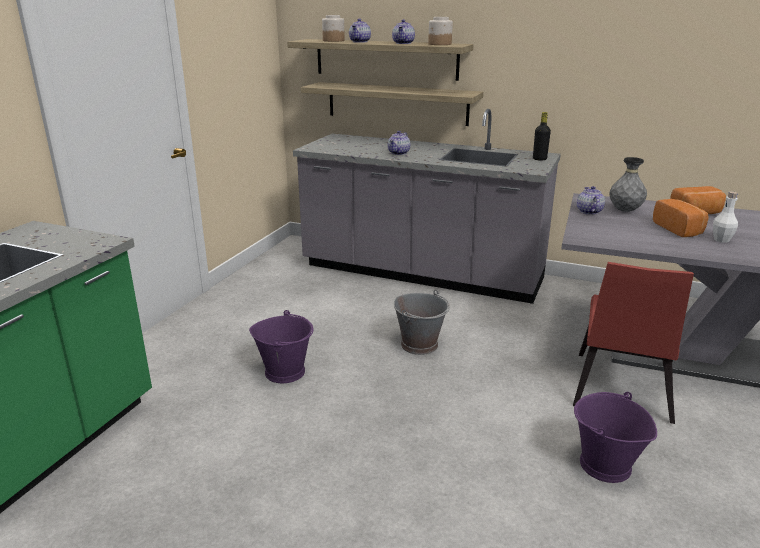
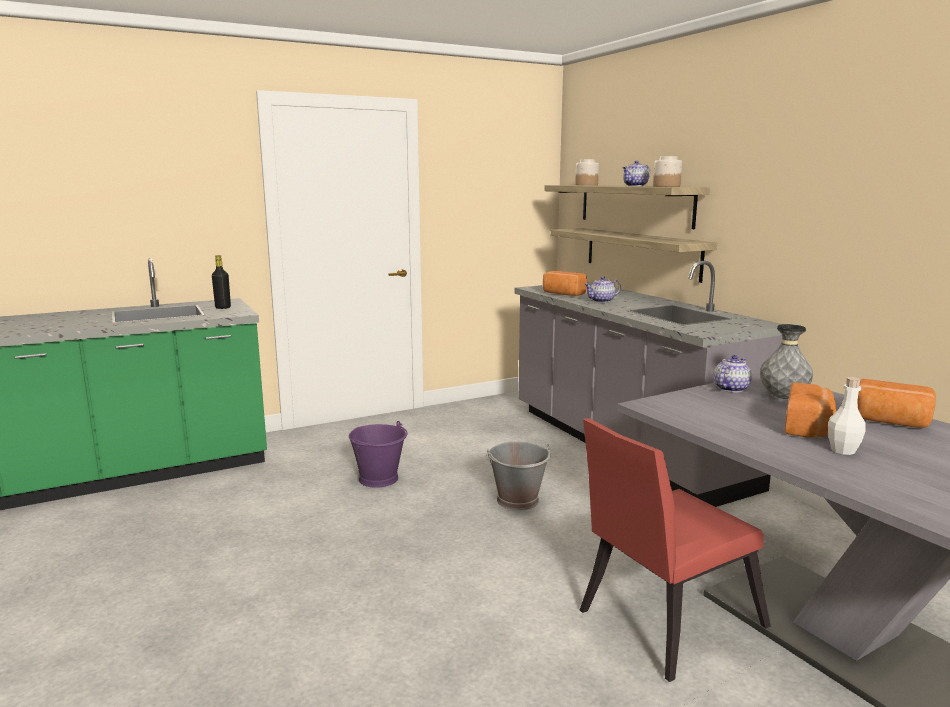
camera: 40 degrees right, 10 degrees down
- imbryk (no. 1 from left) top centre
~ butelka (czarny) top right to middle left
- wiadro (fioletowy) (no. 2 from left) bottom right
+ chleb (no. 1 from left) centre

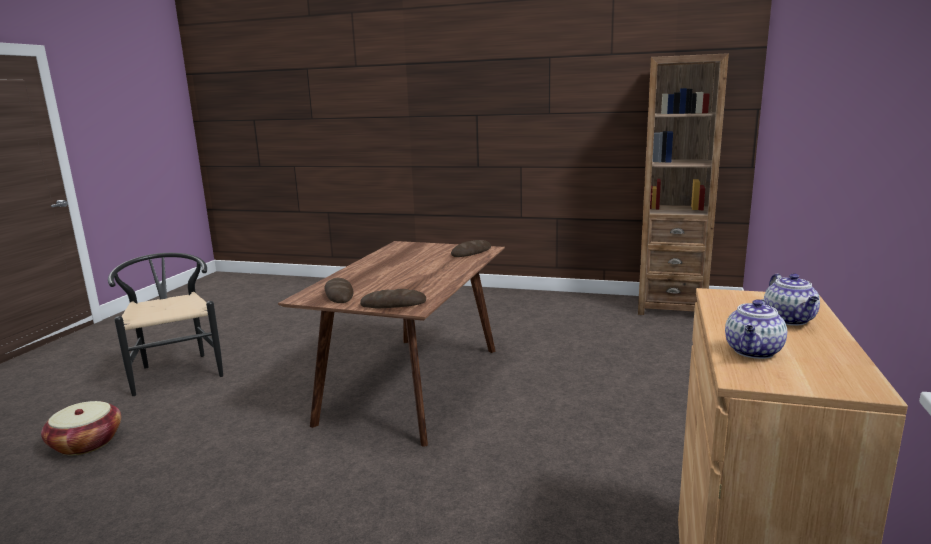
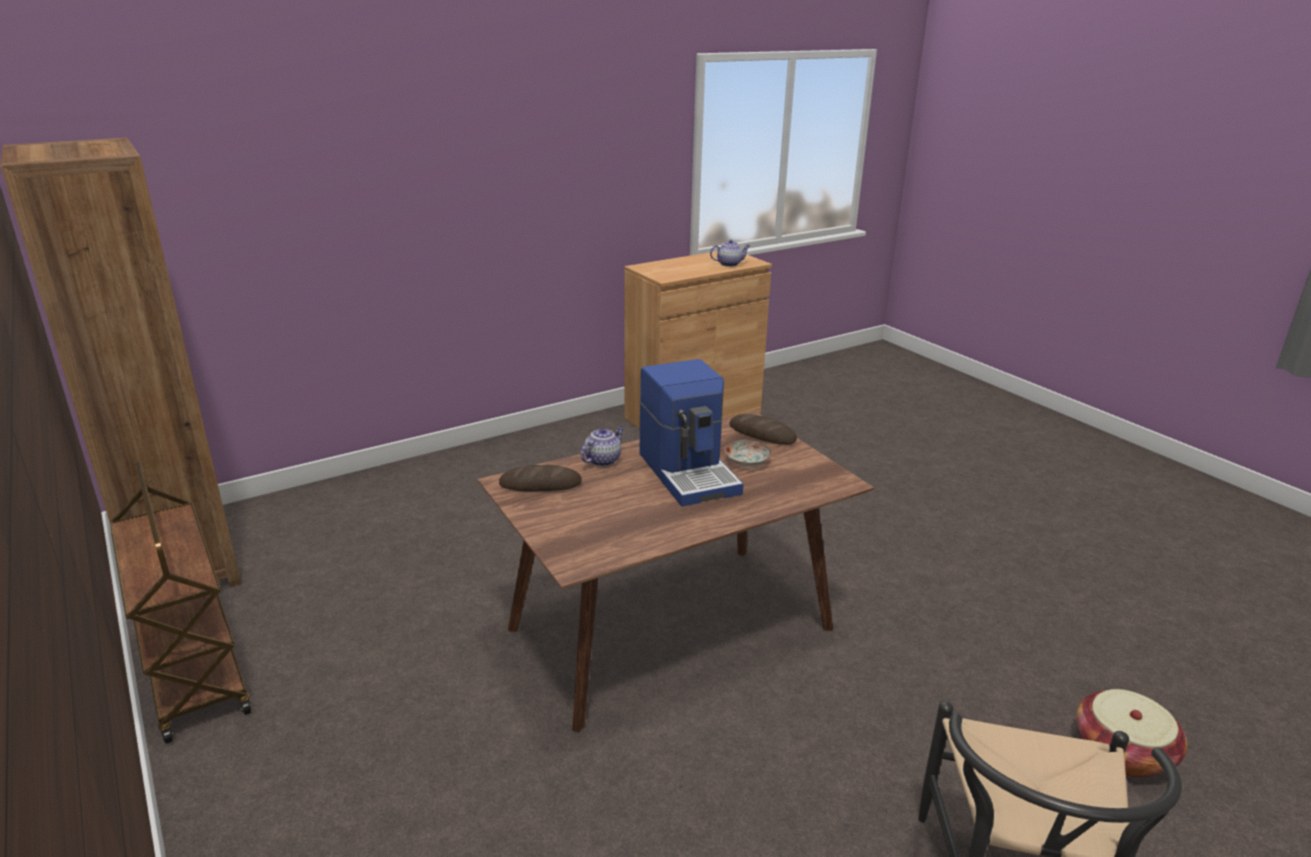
camera: 140 degrees left, 10 degrees up
- chleb (no. 1 from left) centre
~ imbryk (no. 2 from left in the first image) middle right to imbryk (no. 1 from left) centre
+ wózek (brązowy) bottom left
+ ekspres do kawy centre
+ talerz centre

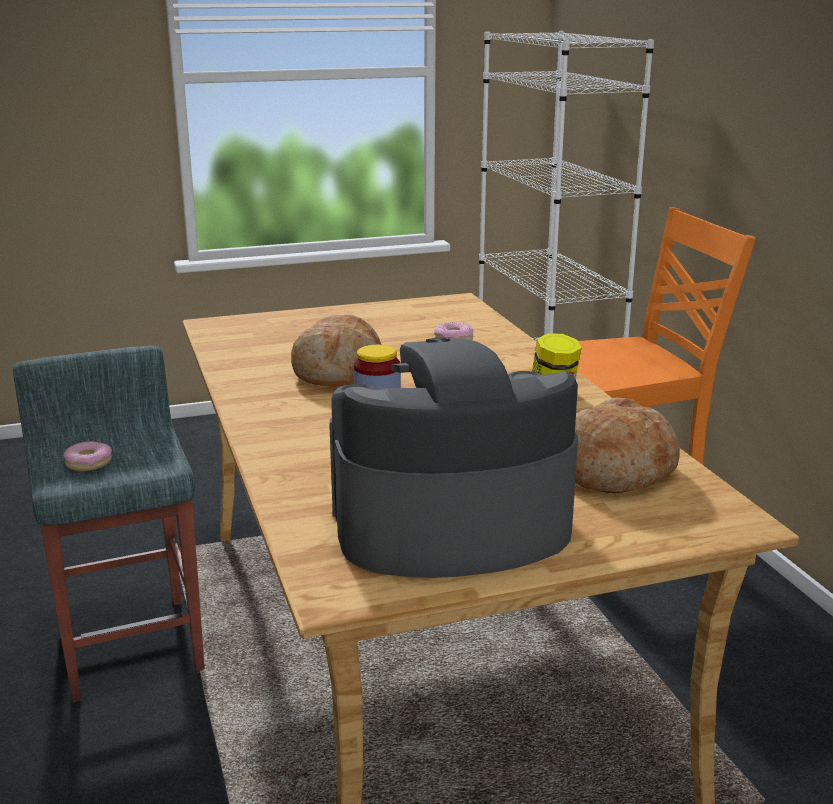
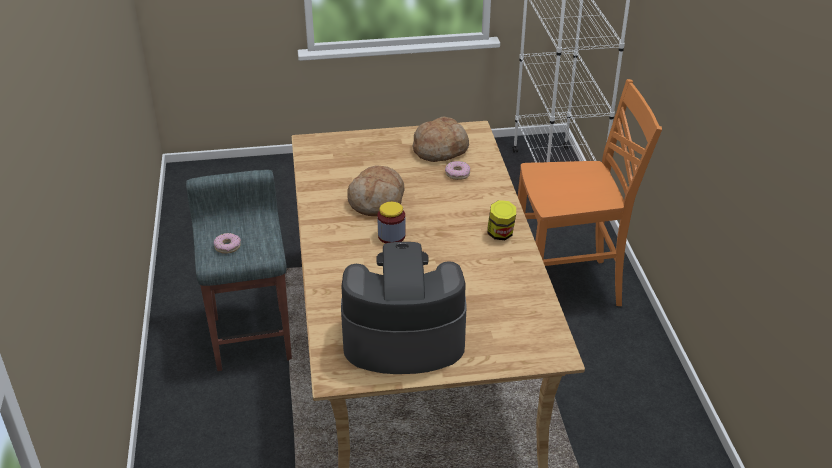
camera: 10 degrees right, 15 degrees up
~ chleb (no. 2 from left) middle right to top centre

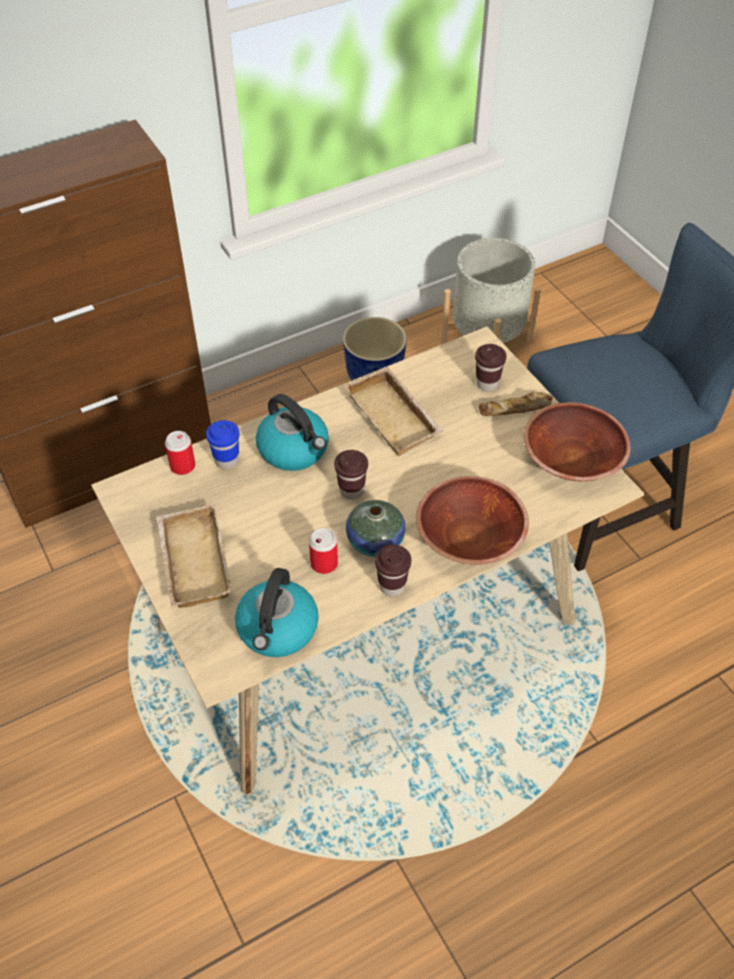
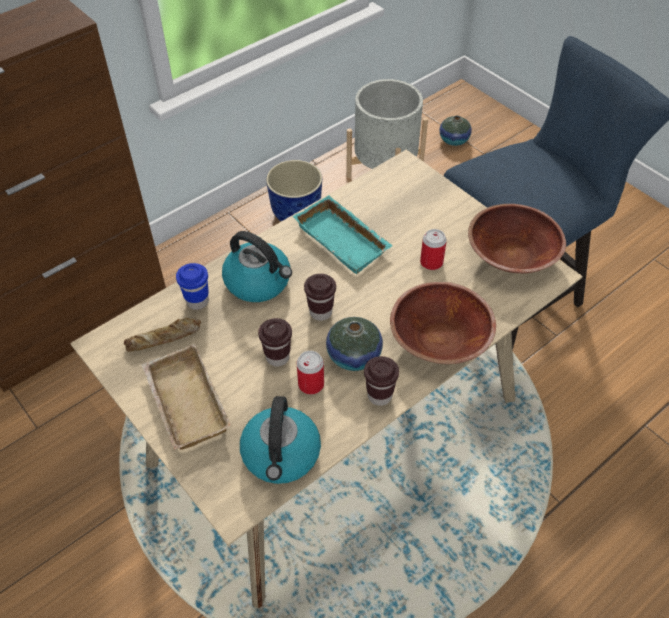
camera: 10 degrees left, 0 degrees up
~ puszka (no. 1 from left in the first image) middle left to puszka (no. 2 from left) centre
~ taca (beżowy) (no. 2 from left) centre to taca (turkusowy) centre
~ filiżanka (brązowy) (no. 3 from left in the first image) middle right to filiżanka (brązowy) (no. 1 from left) centre
~ chleb middle right to middle left
+ wazon (no. 2 from left) top right

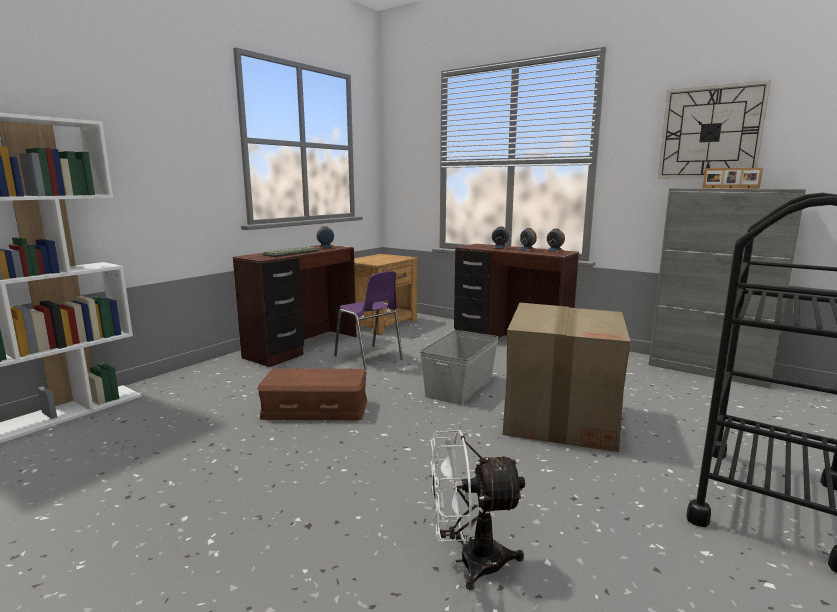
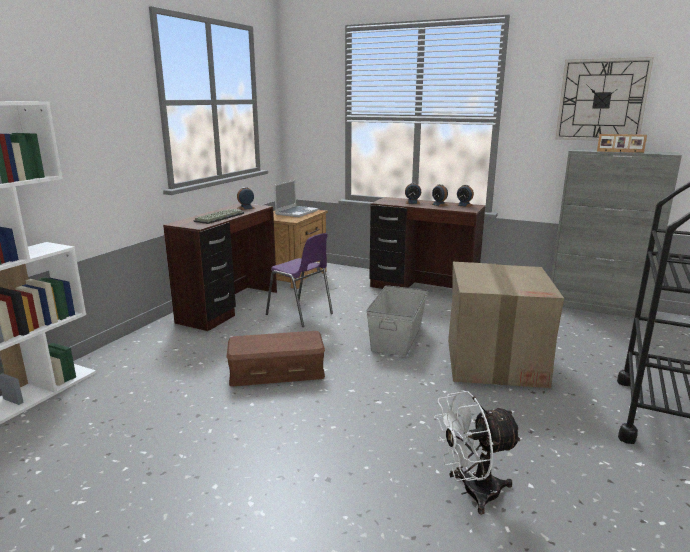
camera: 10 degrees left, 5 degrees up
+ laptop centre

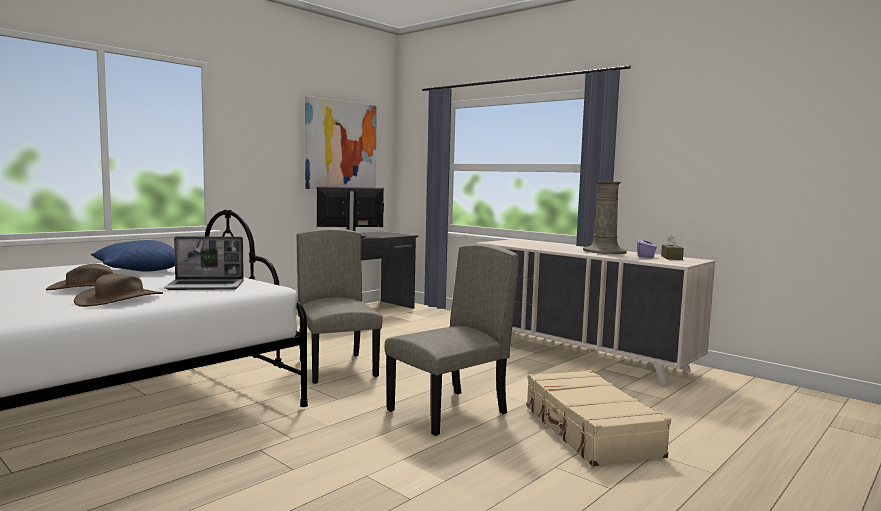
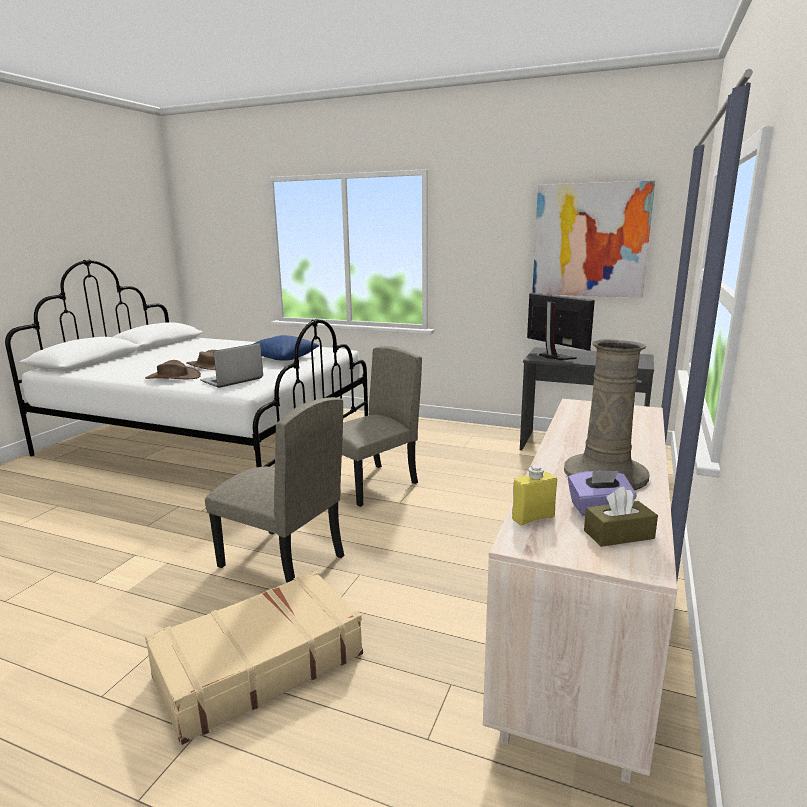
camera: 70 degrees right, 10 degrees up
~ laptop middle left = middle left 75 degrees clockwise
+ butelka (żółty) centre

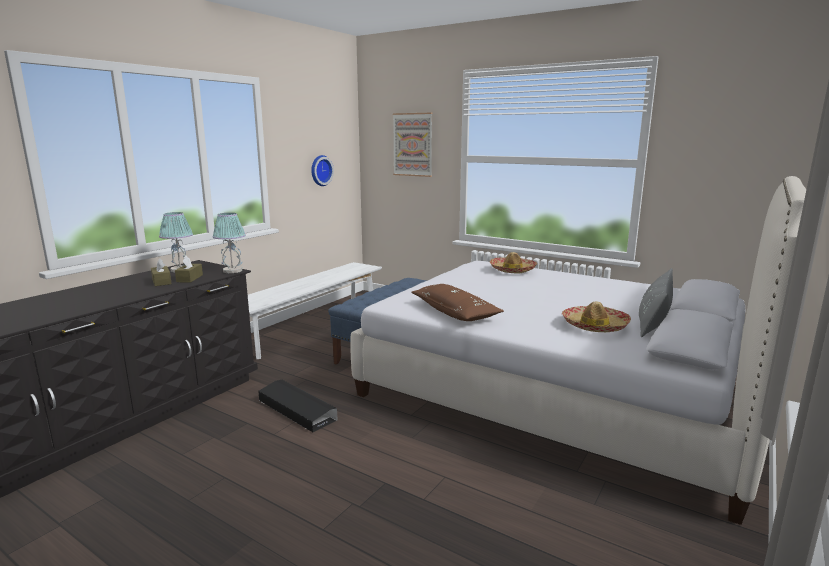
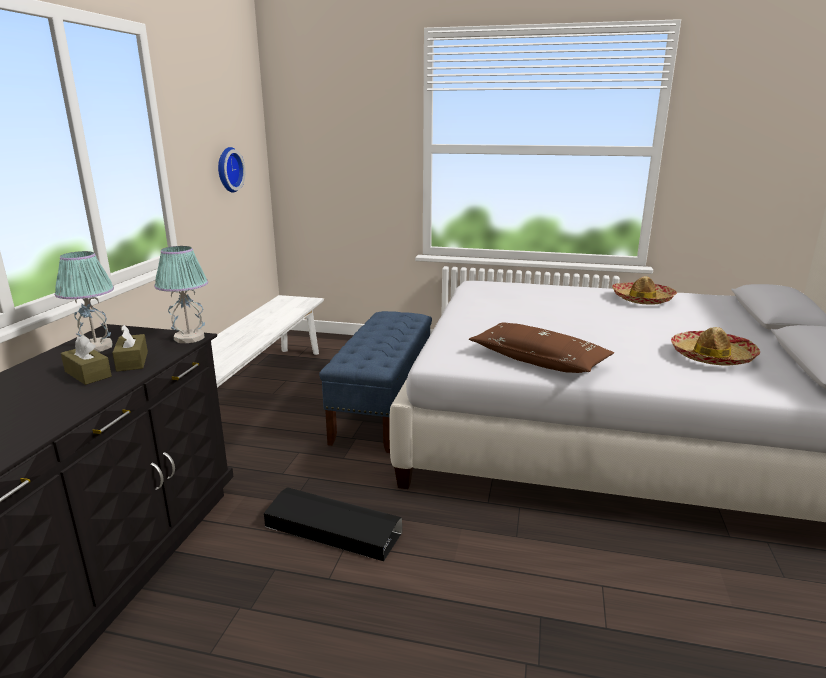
camera: 20 degrees left, 5 degrees up
- obraz top centre
~ kapelusz (no. 1 from left) centre to middle right
- poduszka (szary) middle right

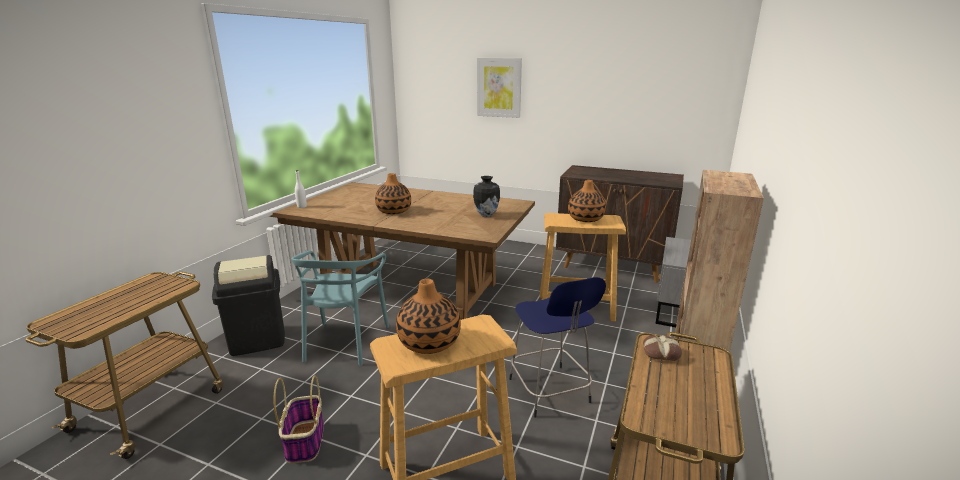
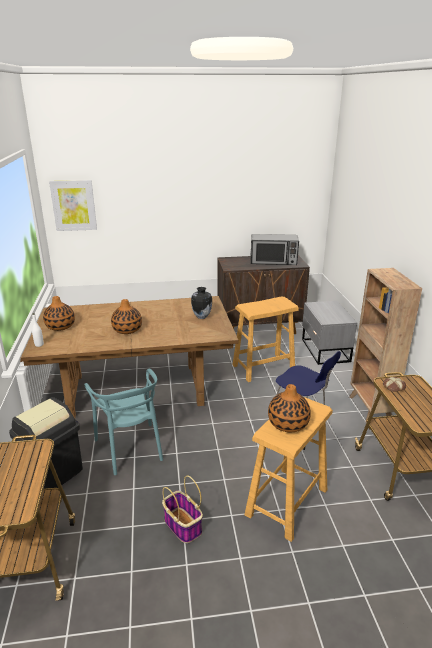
camera: 30 degrees left, 5 degrees up
~ obraz top centre to top left
~ wazon (no. 4 from left in the first image) centre to wazon (no. 1 from left) middle left
+ mikrofalówka centre

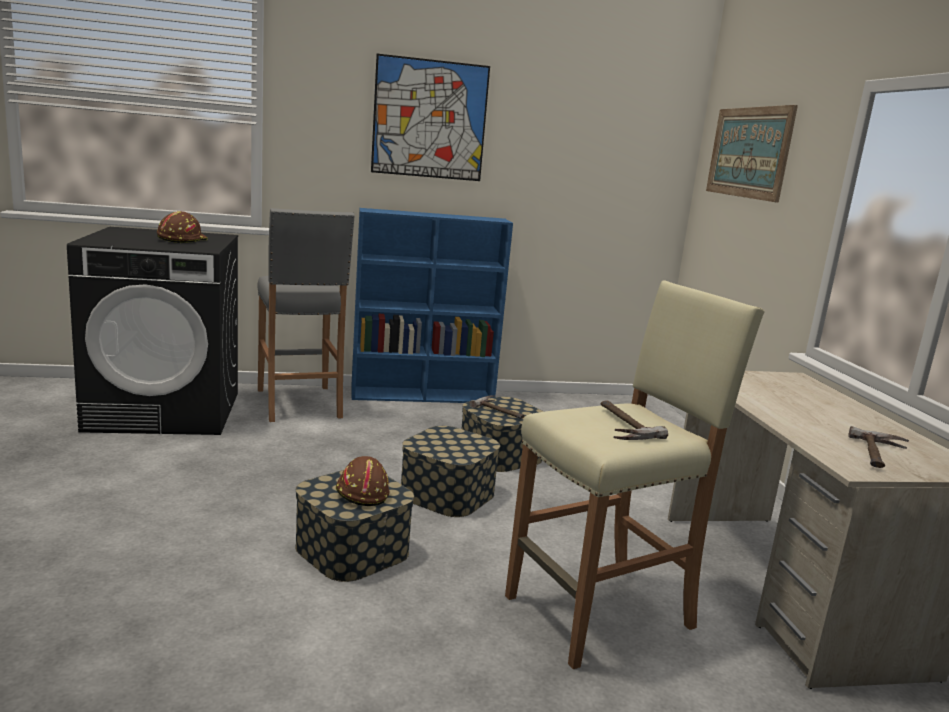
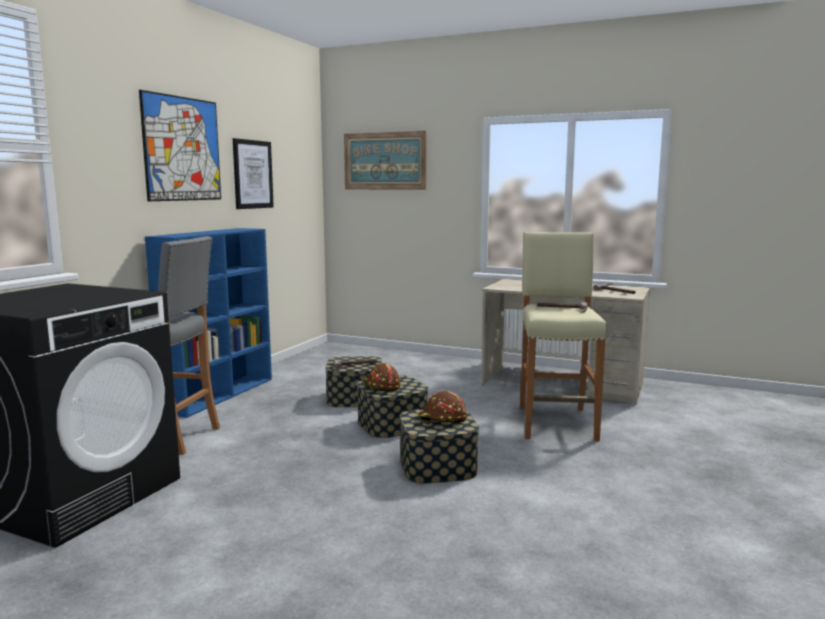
camera: 55 degrees left, 5 degrees down
~ kask (brązowy) (no. 1 from left) top left to centre
+ obraz (no. 2 from left) top left

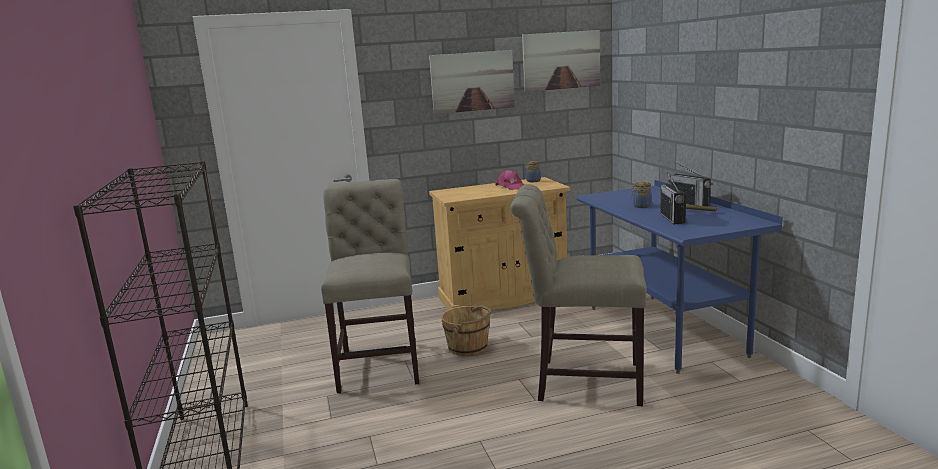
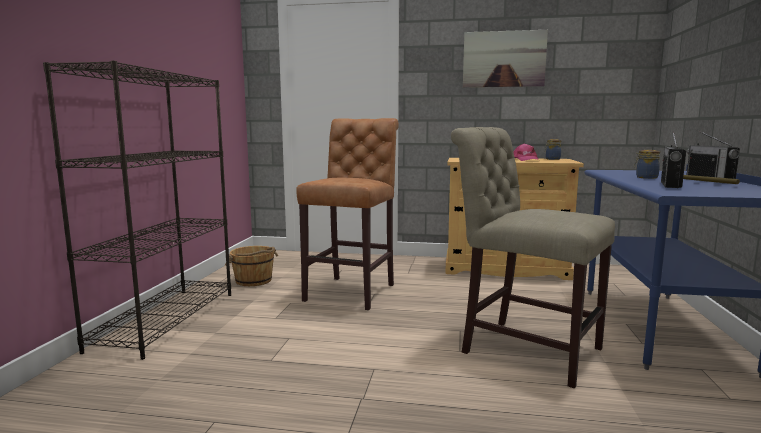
camera: 25 degrees right, 5 degrees down
~ krzesło (beżowy) (no. 1 from left) centre to stołek (brązowy) centre
~ wiadro (brązowy) bottom centre to middle left
- obraz (no. 2 from left) top centre

